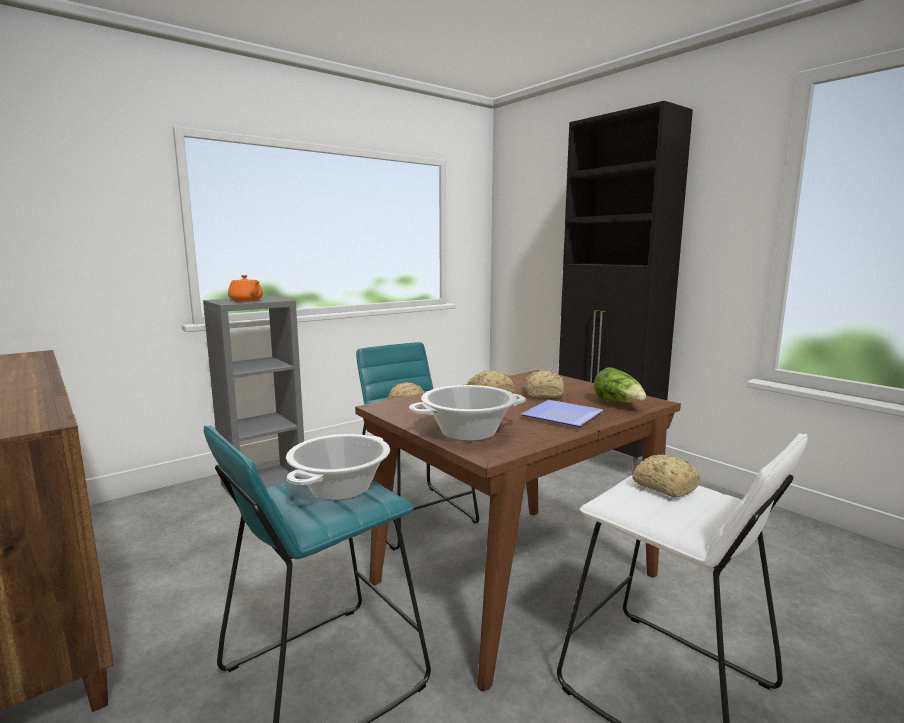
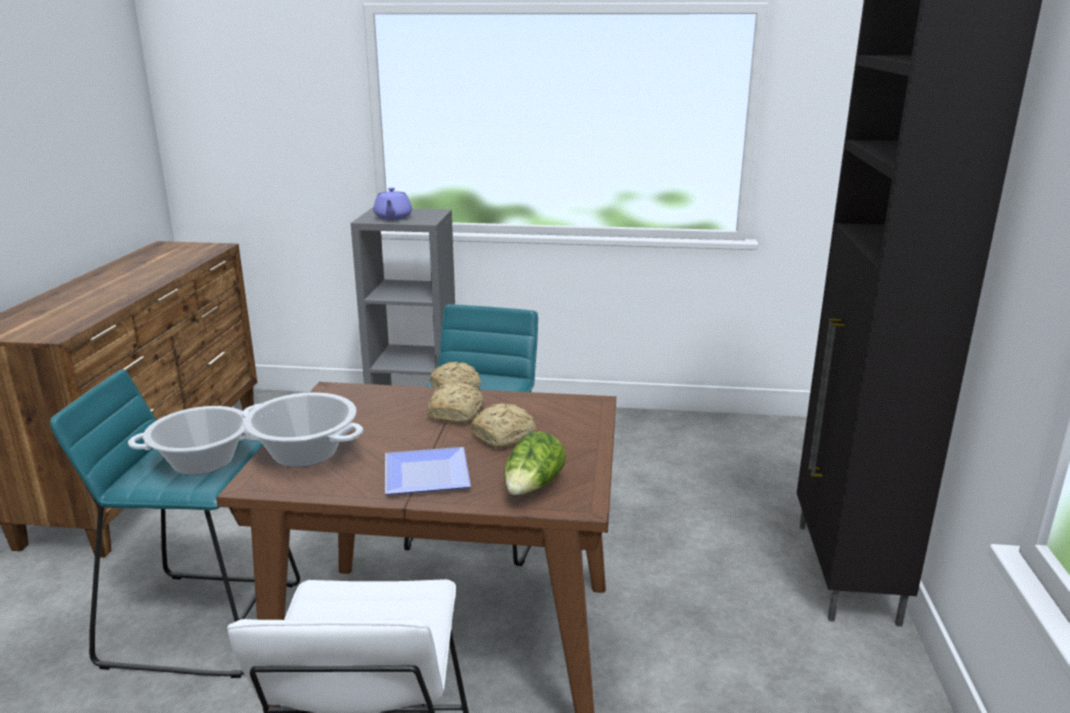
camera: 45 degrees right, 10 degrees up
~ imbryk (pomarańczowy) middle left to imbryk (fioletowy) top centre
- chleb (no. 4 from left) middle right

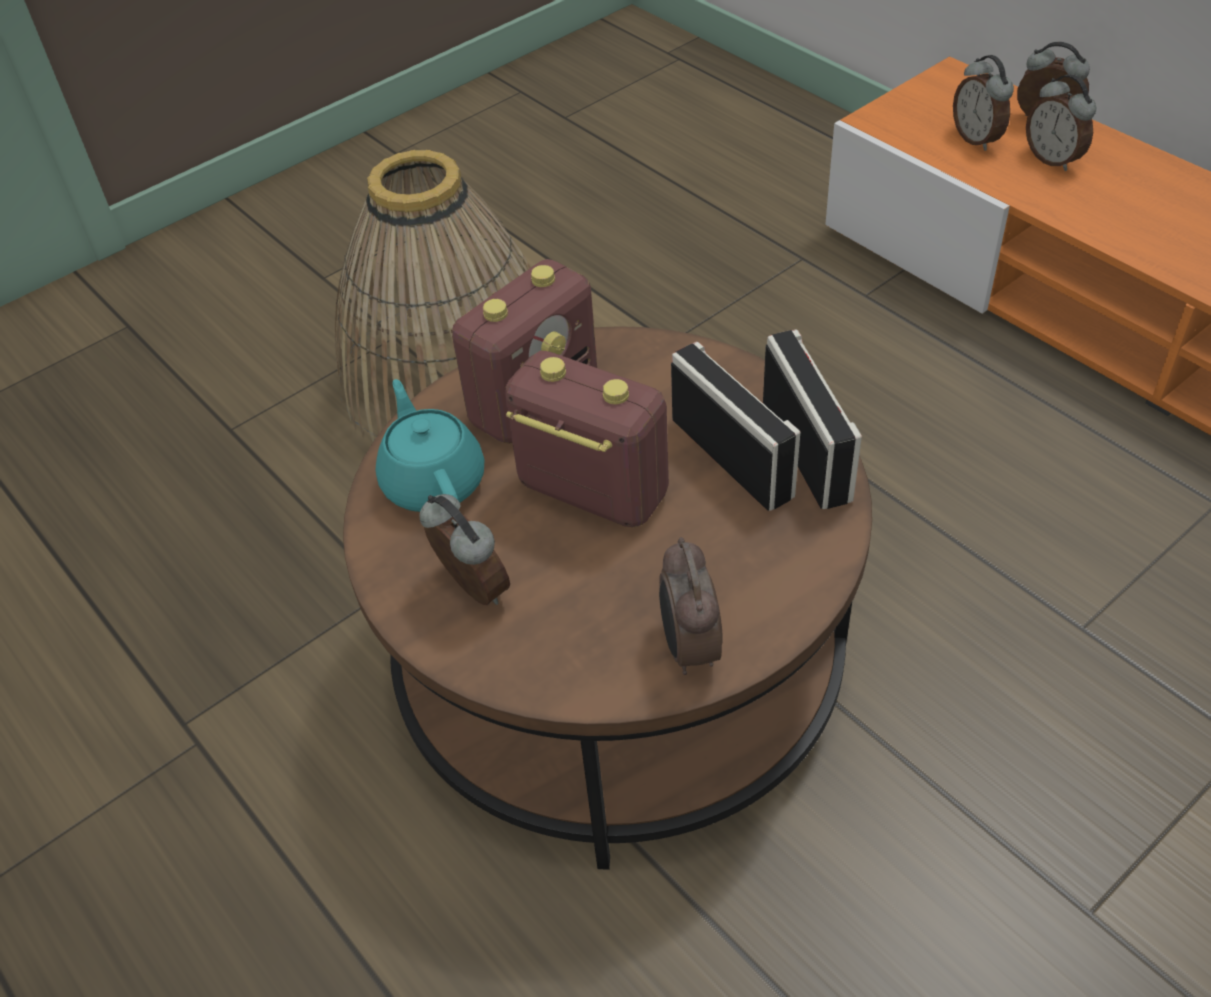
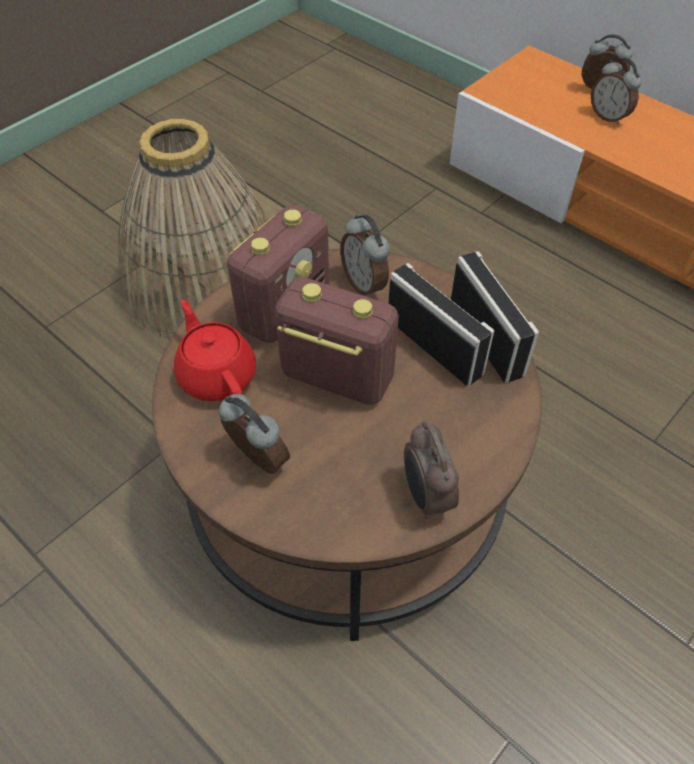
camera: 10 degrees left, 5 degrees up
~ imbryk (turkusowy) centre to imbryk (czerwony) middle left
~ budzik (no. 3 from left in the first image) top right to budzik (no. 2 from left) centre

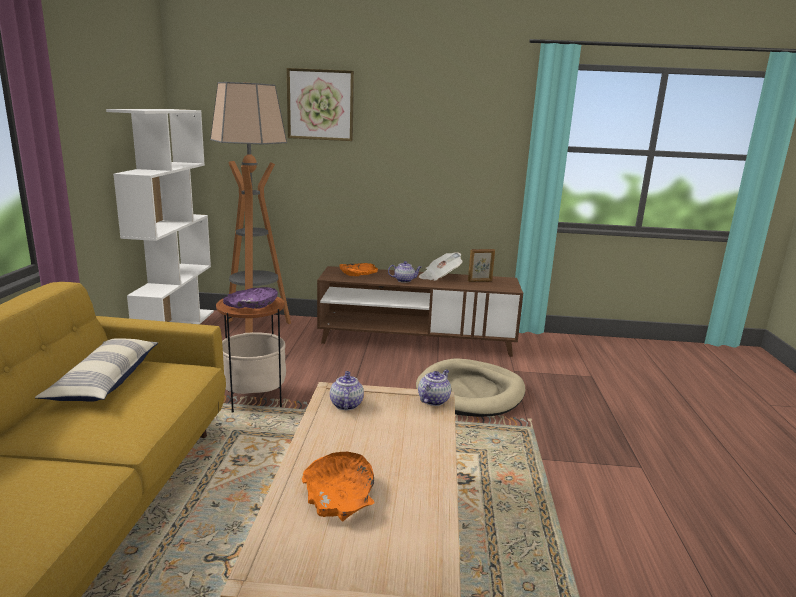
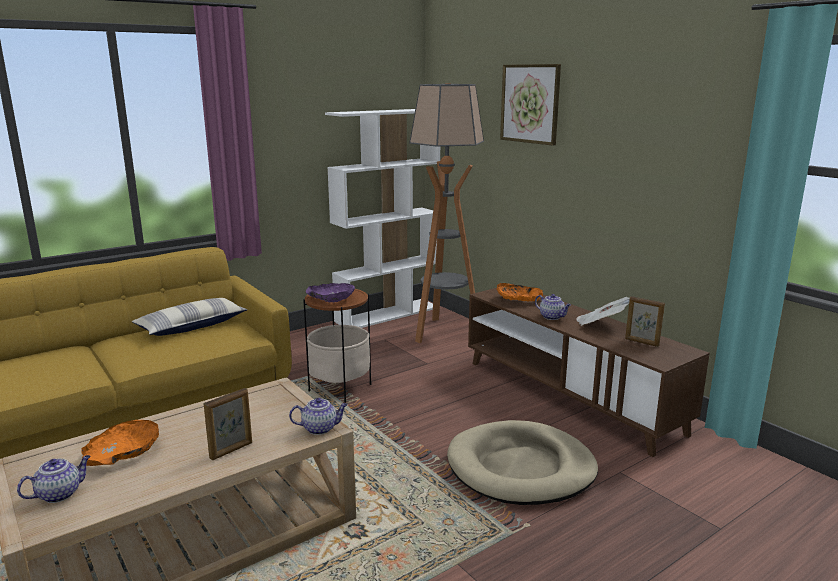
camera: 50 degrees right, 0 degrees up
~ imbryk (no. 1 from left) centre to bottom left
+ ramka na zdjęcie (no. 1 from left) bottom left

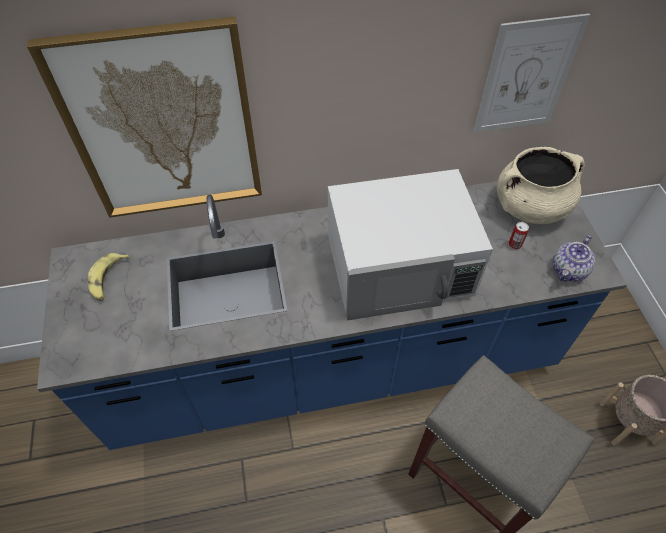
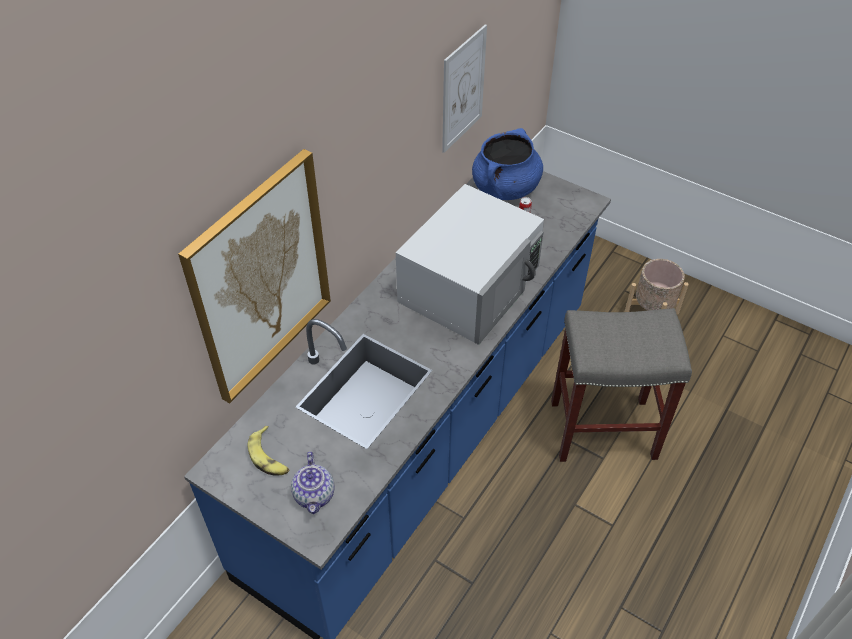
camera: 45 degrees left, 5 degrees down
~ garnek (beżowy) middle right to garnek (niebieski) top centre
~ imbryk middle right to bottom centre

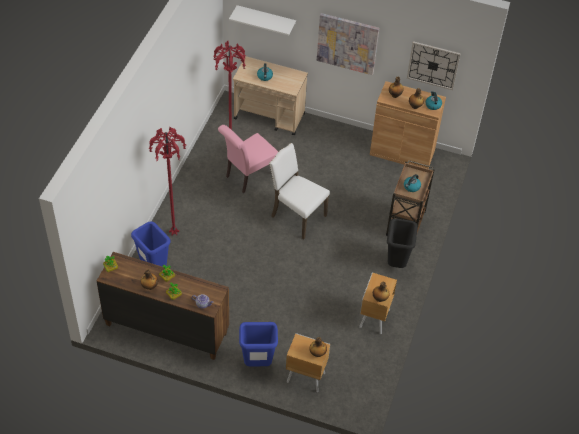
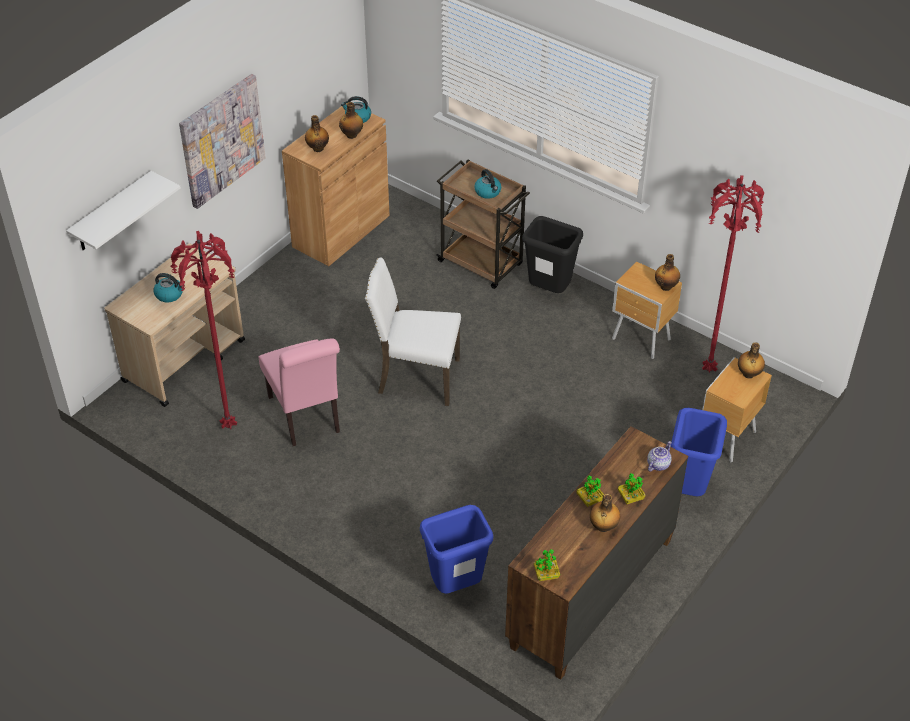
camera: 70 degrees left, 5 degrees down
~ lampa stojąca (czerwony) (no. 1 from left in the first image) middle left to lampa stojąca (czerwony) (no. 2 from left) middle right
~ krzesło (biały) centre = centre 45 degrees clockwise
- zegar ścienny top right

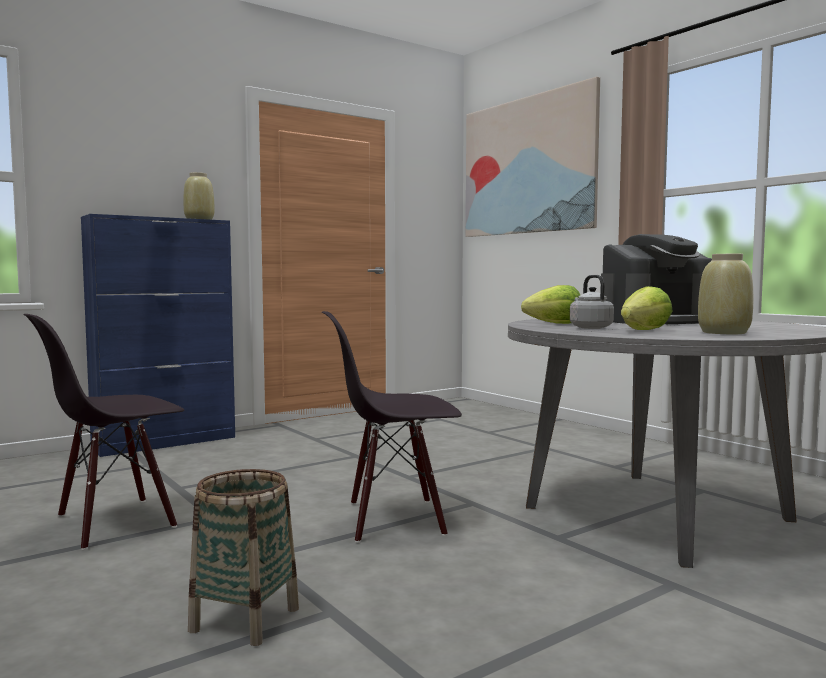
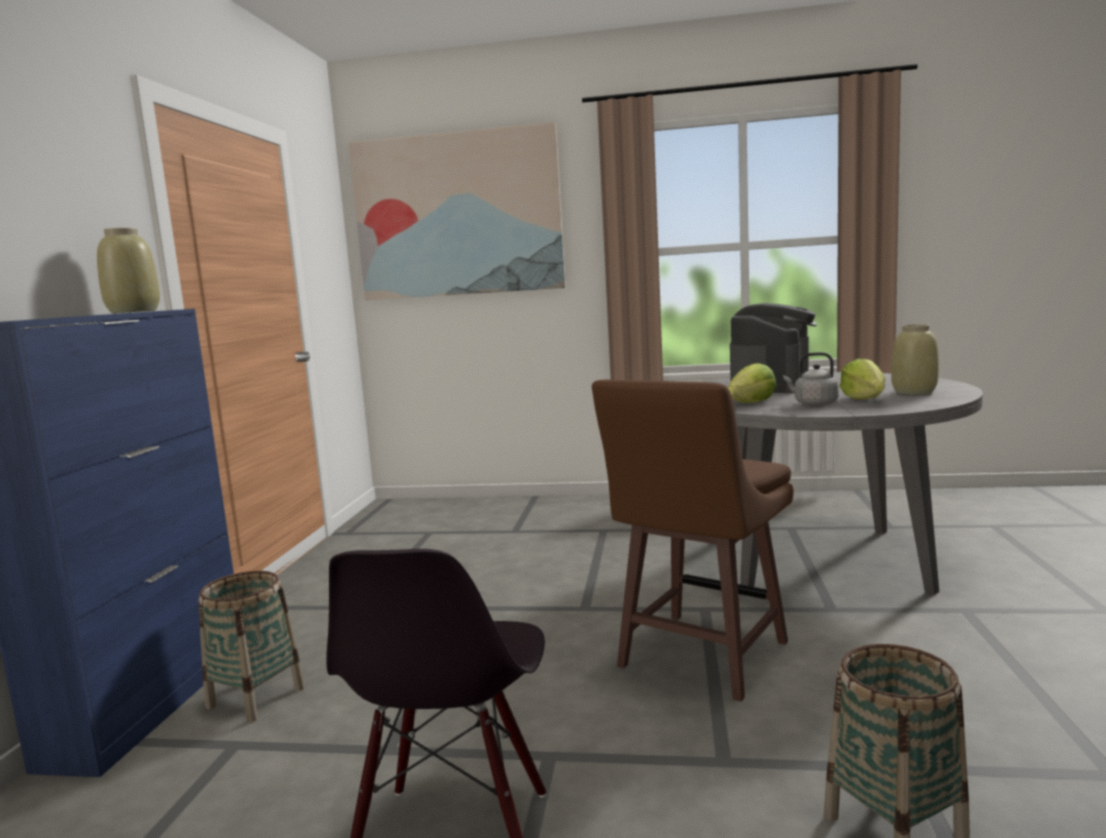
camera: 45 degrees left, 5 degrees up
~ krzesło (czarny) (no. 2 from left) centre to stołek (brązowy) centre
+ koszyk (no. 1 from left) bottom left

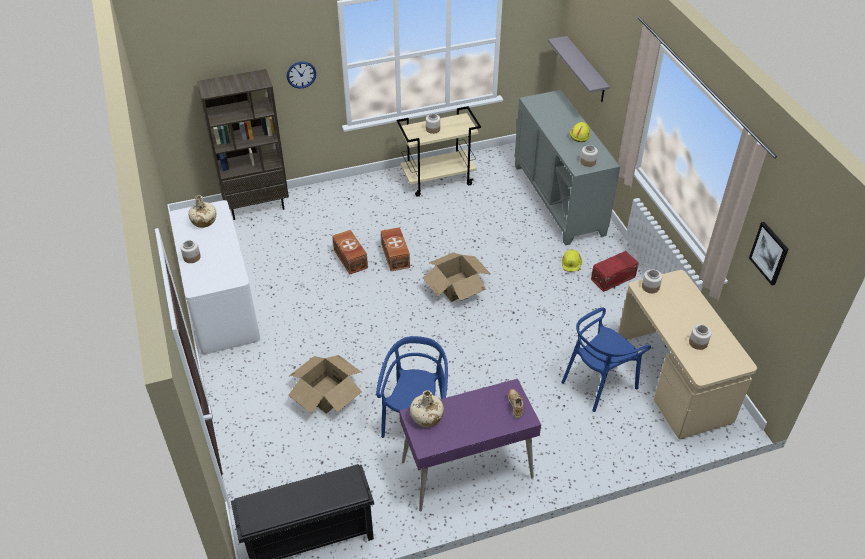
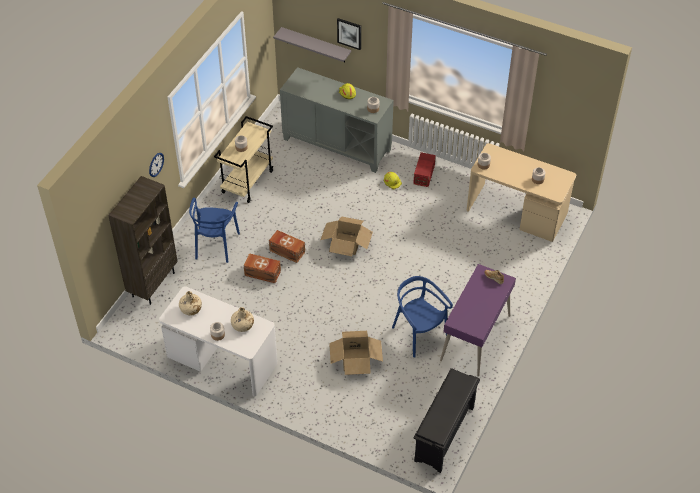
camera: 45 degrees left, 5 degrees up
~ butelka (beżowy) (no. 2 from left) bottom centre to centre
~ krzesło (niebieski) (no. 2 from left in the first image) middle right to krzesło (niebieski) (no. 1 from left) middle left
~ obraz middle right to top centre

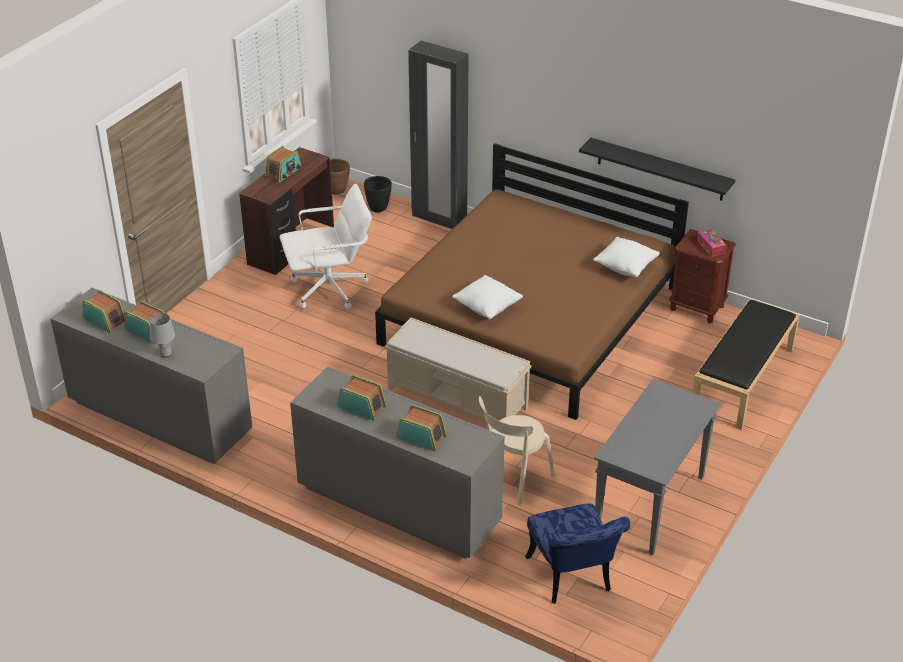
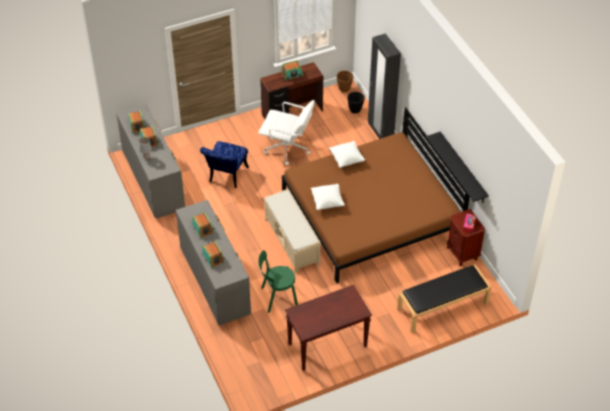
camera: 35 degrees right, 10 degrees up
~ krzesło (beżowy) bottom centre to krzesło (zielony) bottom centre
~ krzesło (niebieski) bottom centre to centre
~ poduszka (biały) (no. 2 from left) middle right to centre
~ stolik konsolowy (szary) bottom right to stolik konsolowy (brązowy) bottom centre

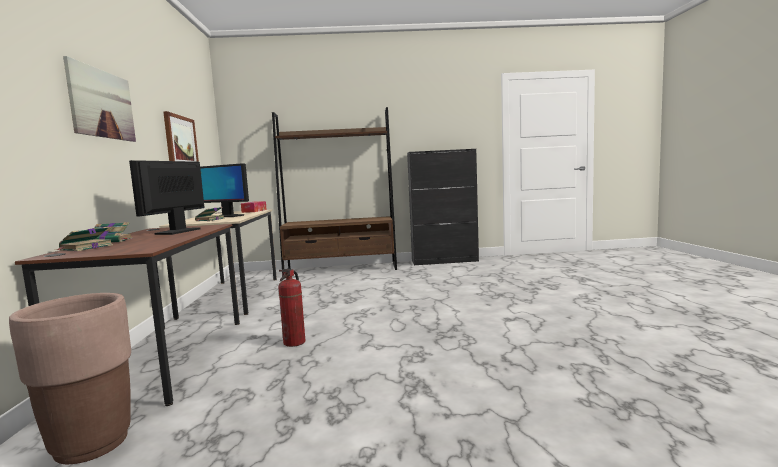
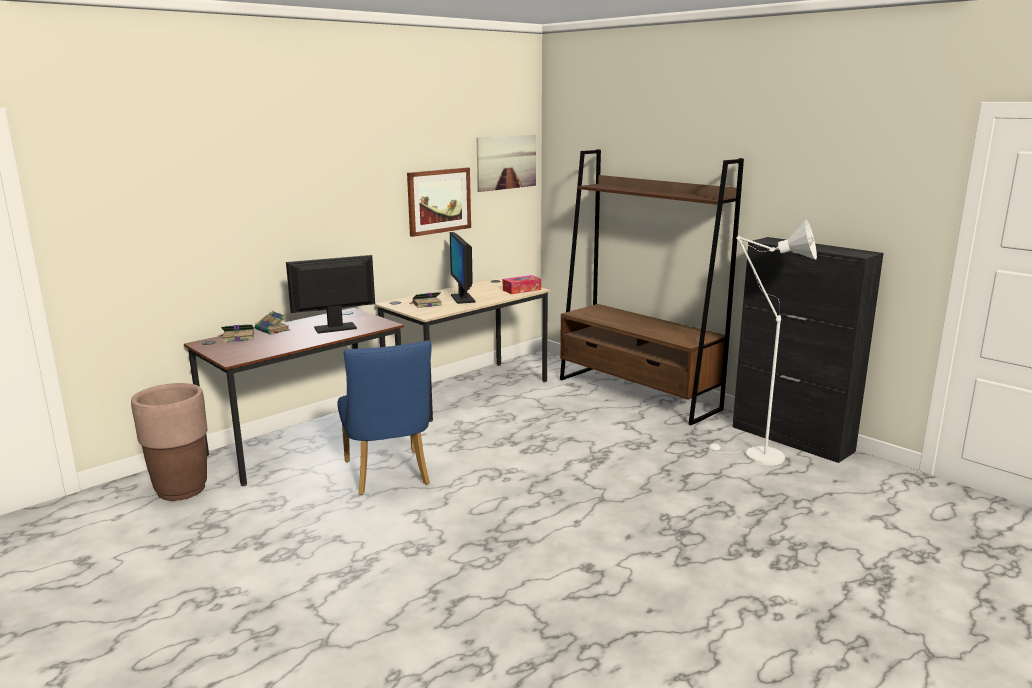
camera: 50 degrees right, 10 degrees up
~ obraz (no. 1 from left in the first image) top left to obraz (no. 2 from left) top centre
~ gaśnica centre to krzesło (niebieski) centre
+ lampa stojąca (biały) middle right

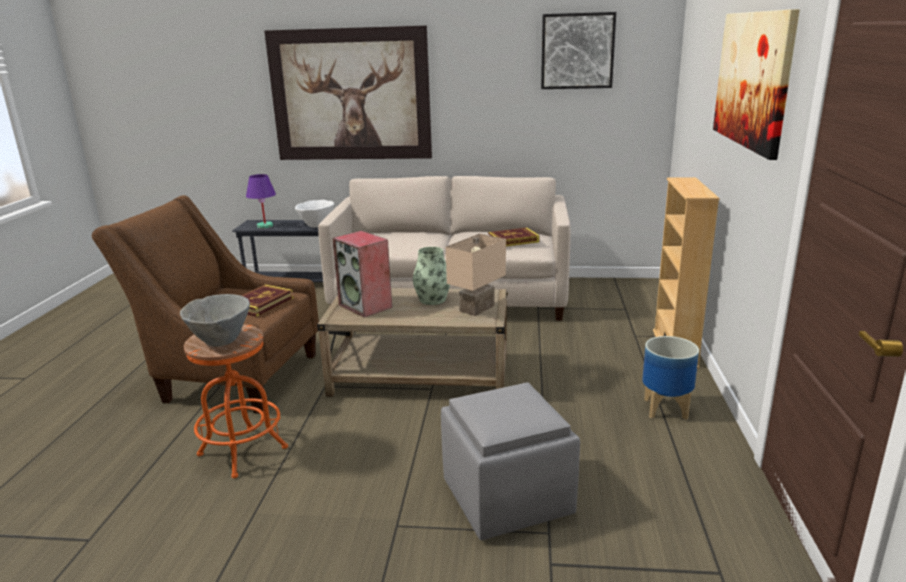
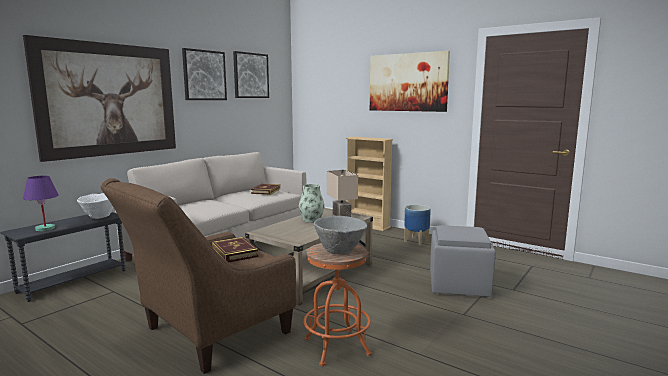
camera: 60 degrees left, 10 degrees down
- głośnik centre
+ obraz (no. 2 from left) top left

